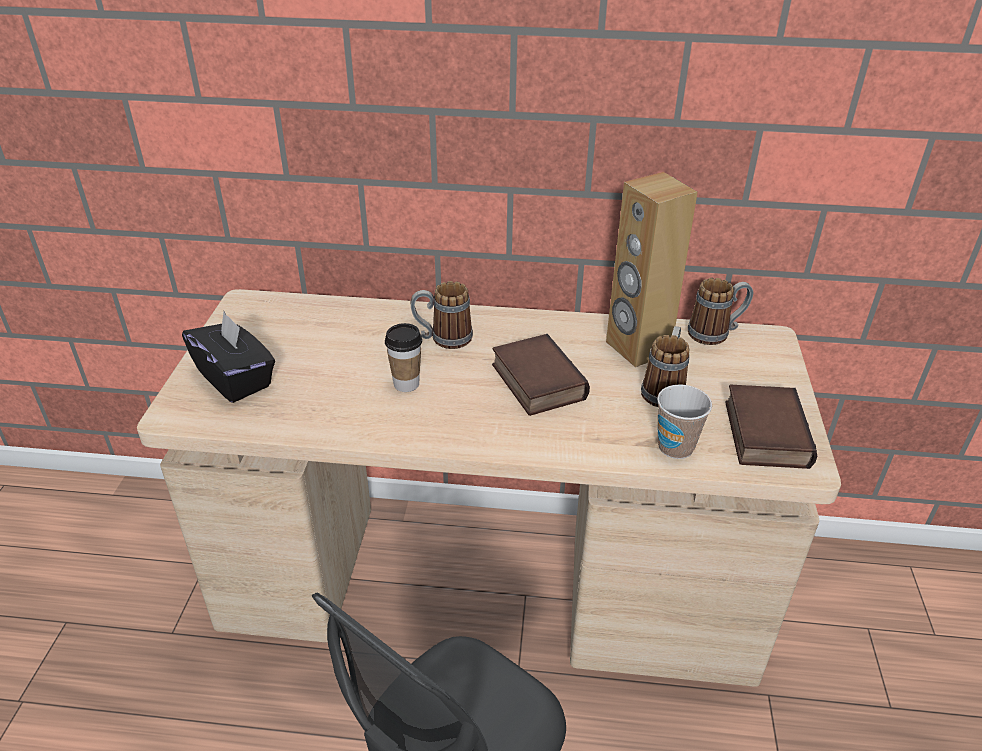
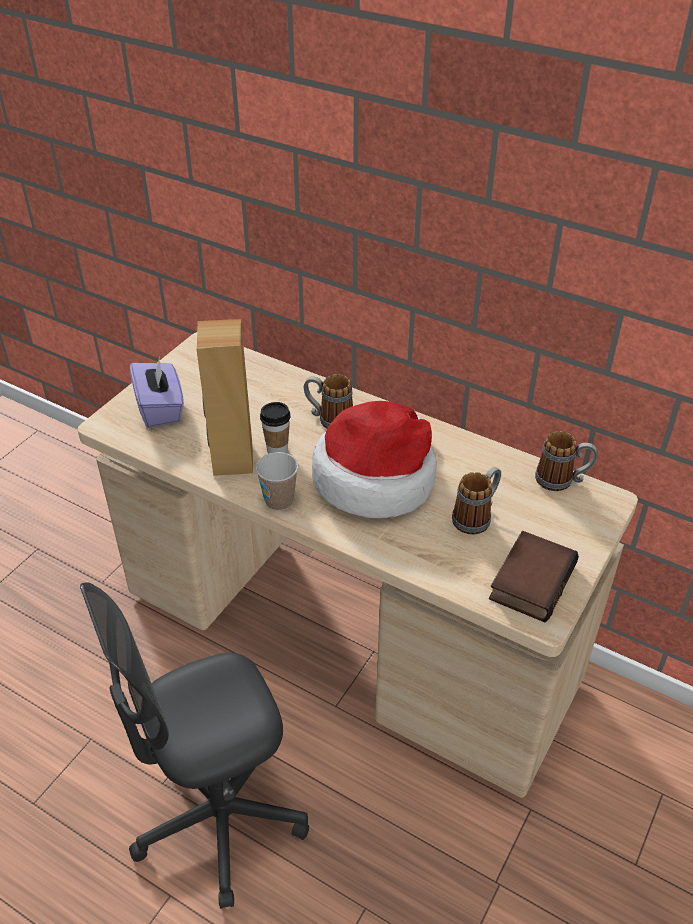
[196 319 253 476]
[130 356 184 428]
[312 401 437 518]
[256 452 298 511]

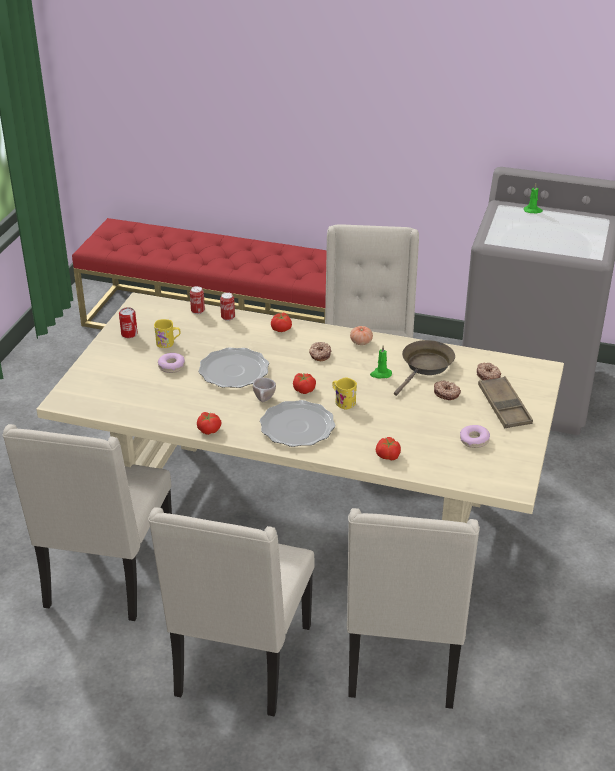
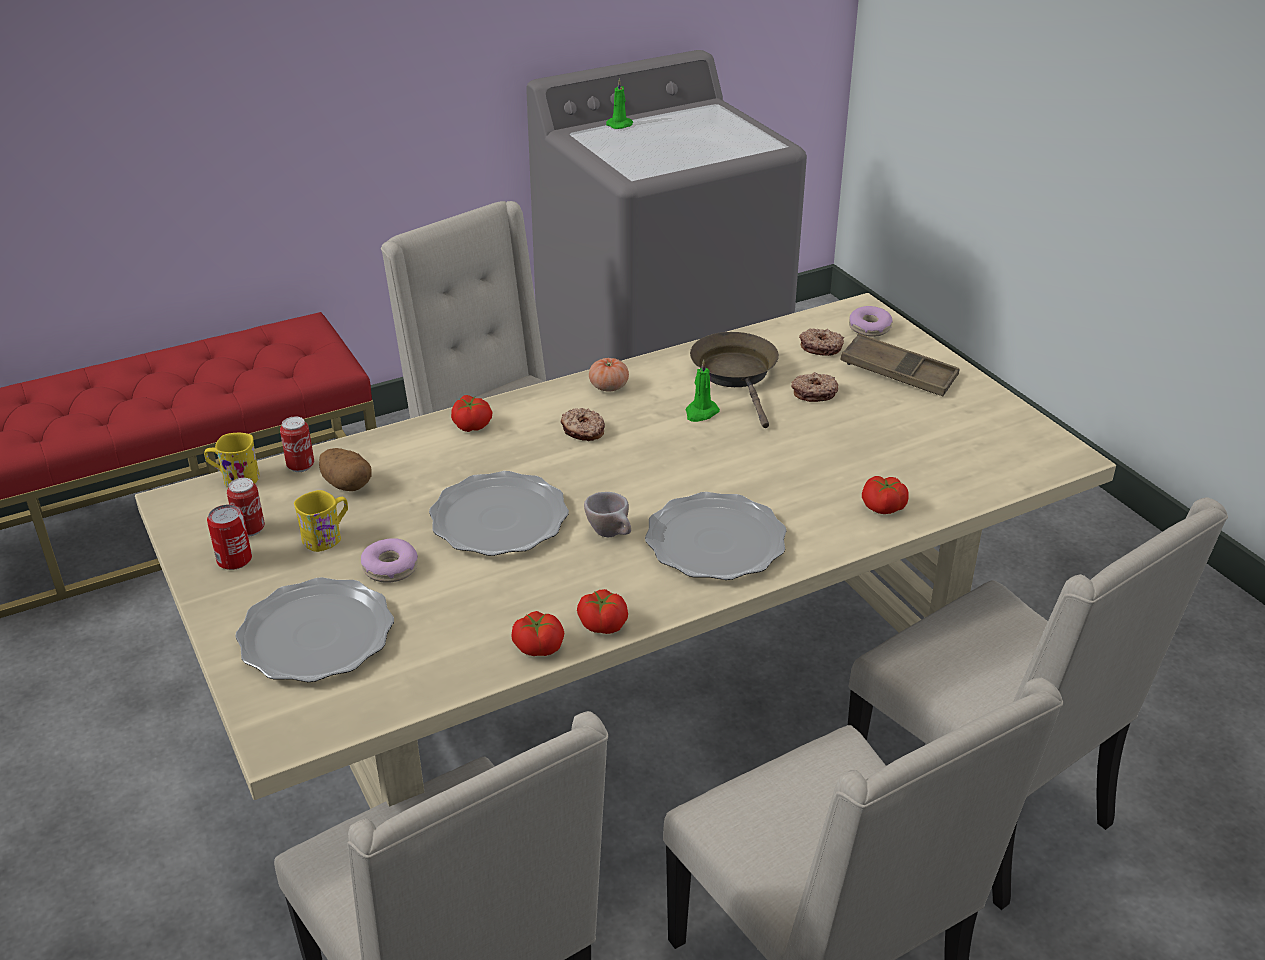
[227 478 265 537]
[511 611 564 656]
[204 433 259 487]
[849 306 893 337]
[319 448 371 491]
[235 577 394 682]

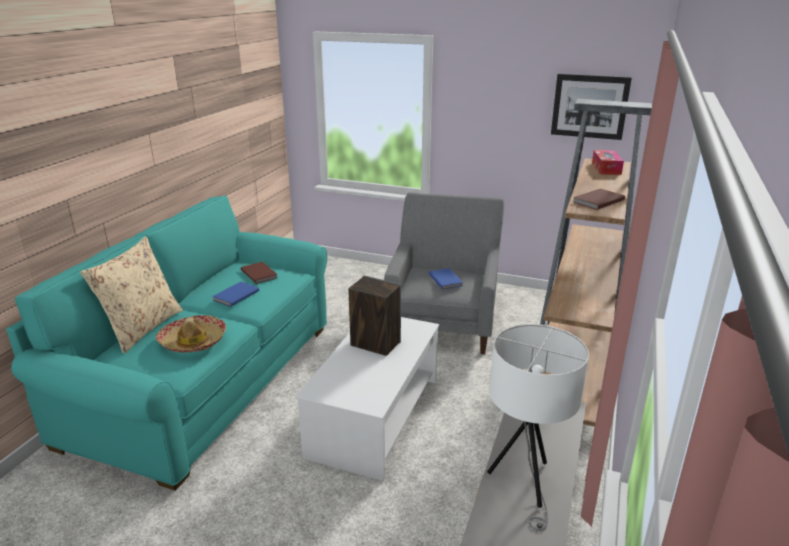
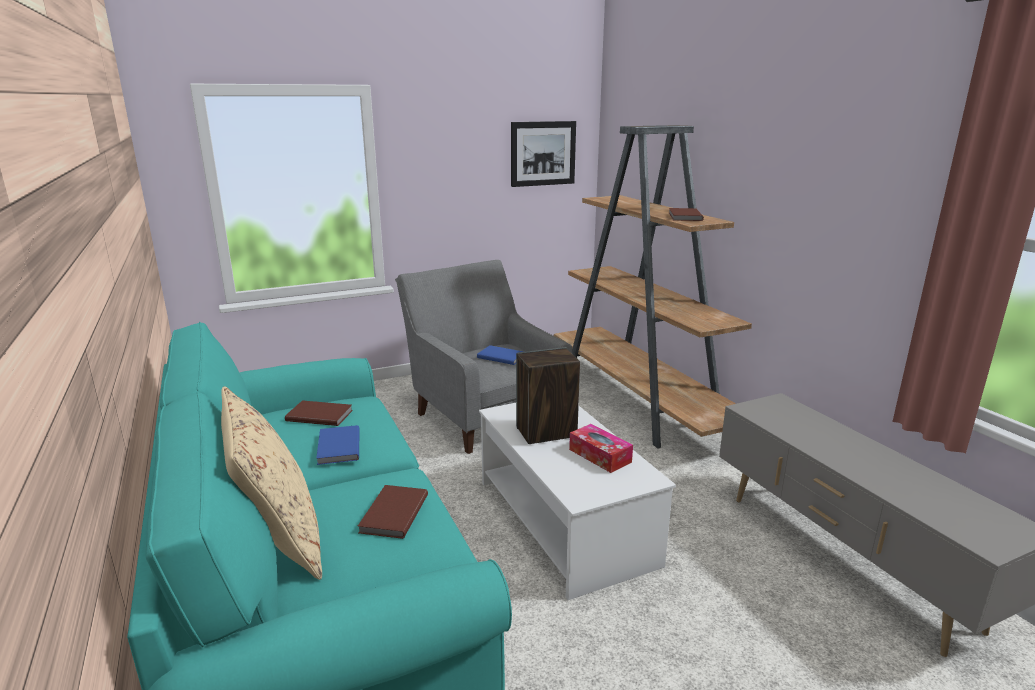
[569 424 633 473]
[358 485 428 539]
[487 324 589 531] (first image)

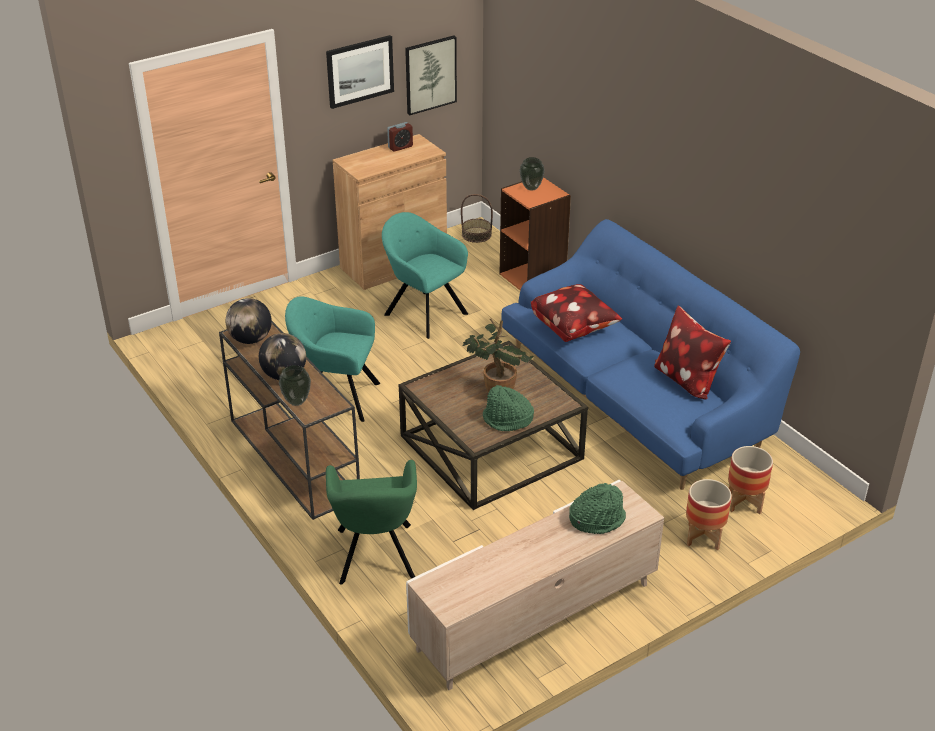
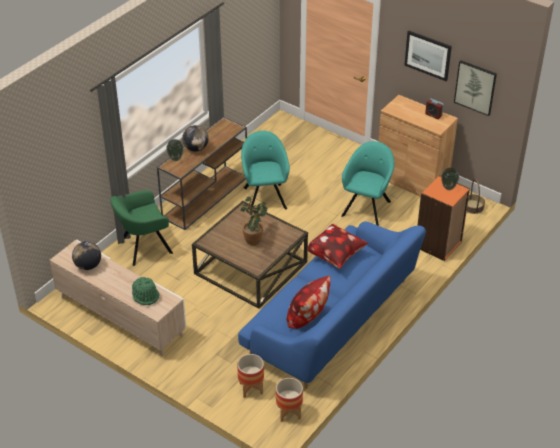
[72 241 101 270]
[483 385 534 431] (first image)
[276 378 303 422]

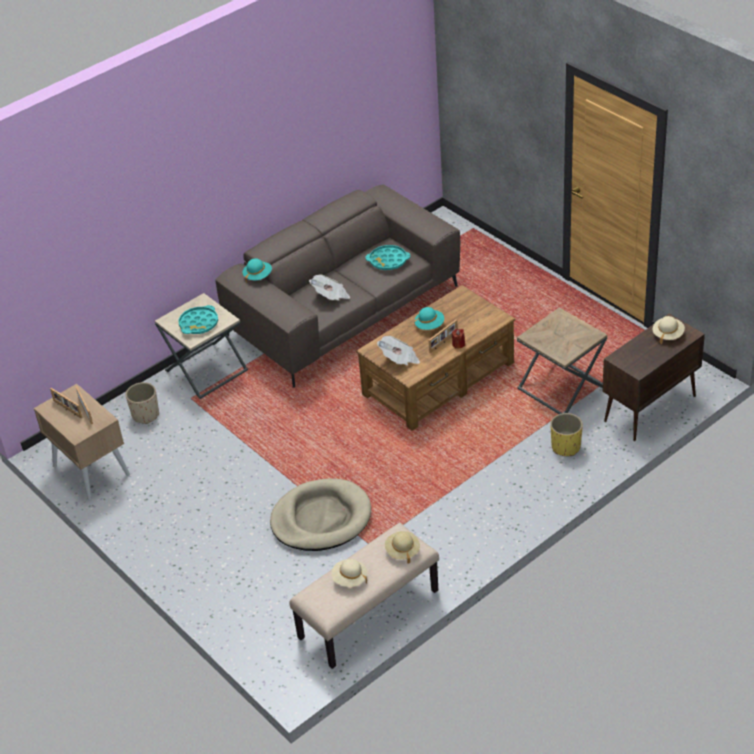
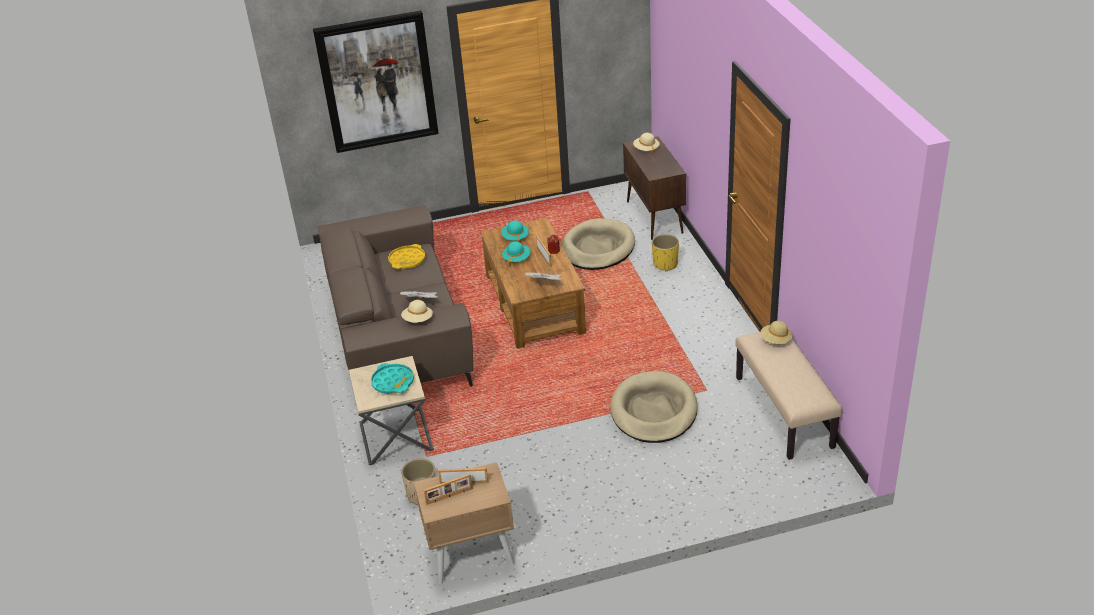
[388 244 425 269]
[501 220 529 242]
[561 218 635 270]
[401 300 433 323]
[313 11 439 153]

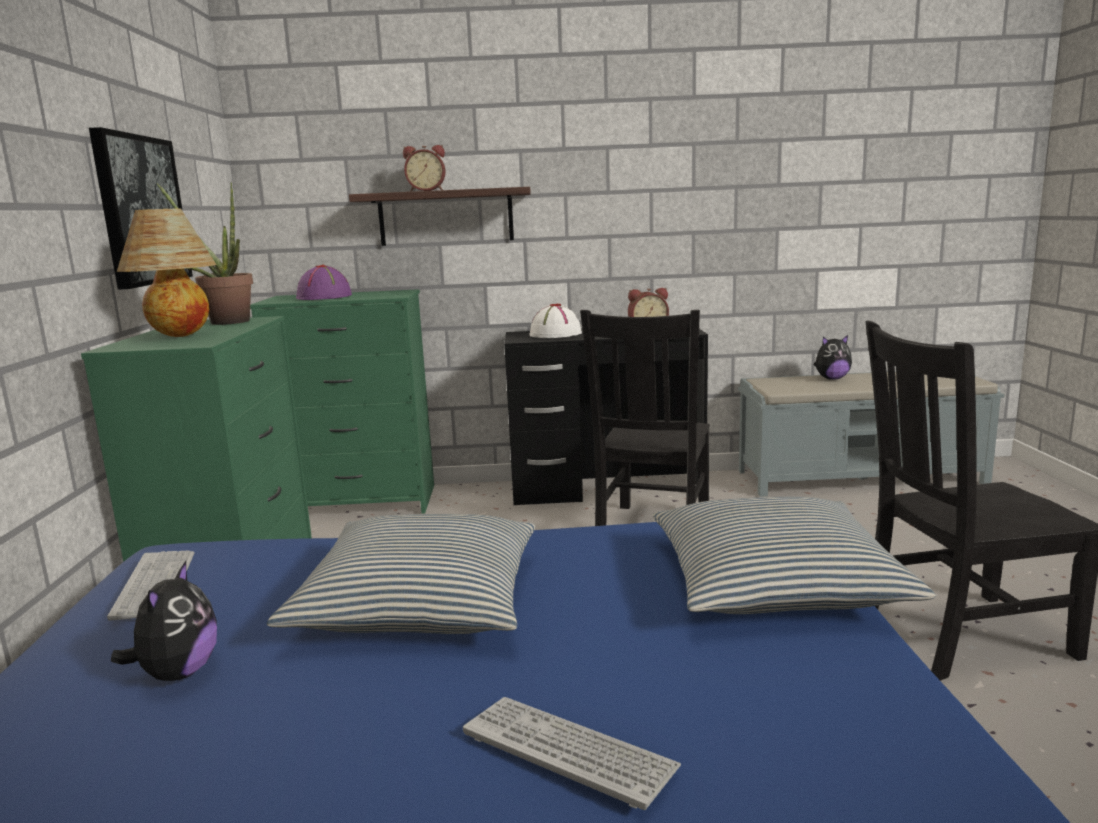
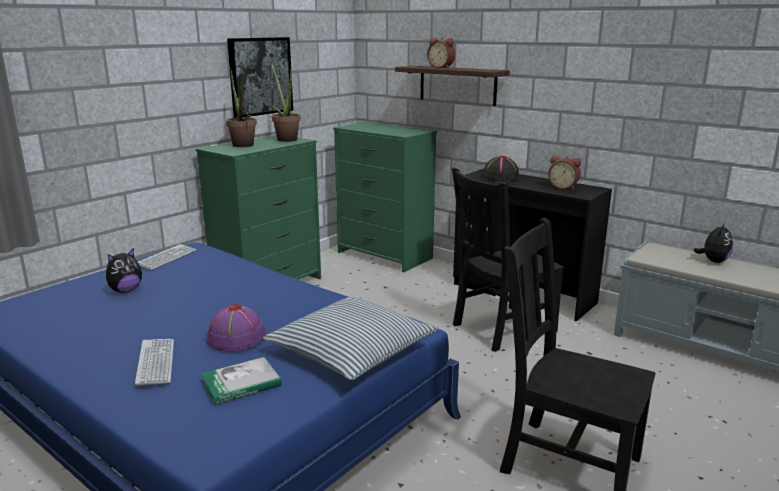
[226 67 257 147]
[207 304 266 351]
[482 156 519 181]
[694 223 733 263]
[267 514 535 634] (first image)
[201 357 282 405]

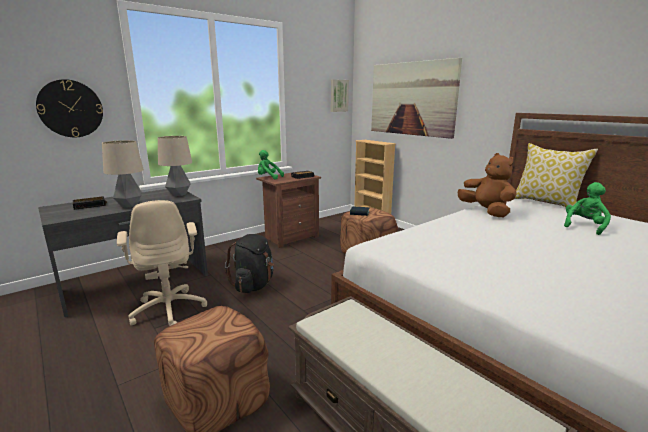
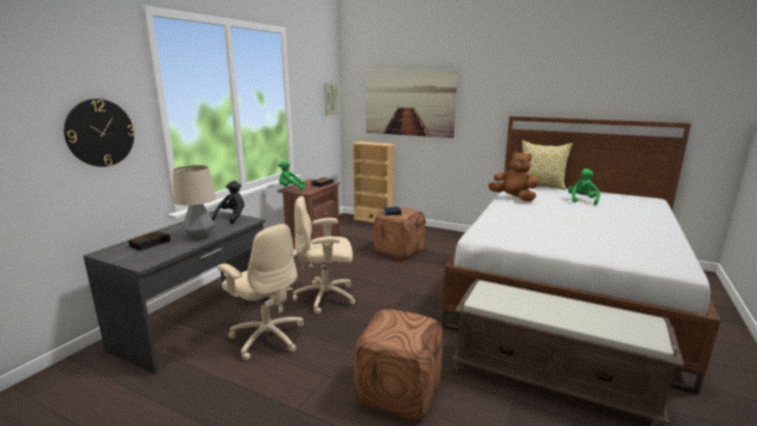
[212 181 244 224]
[293 196 356 314]

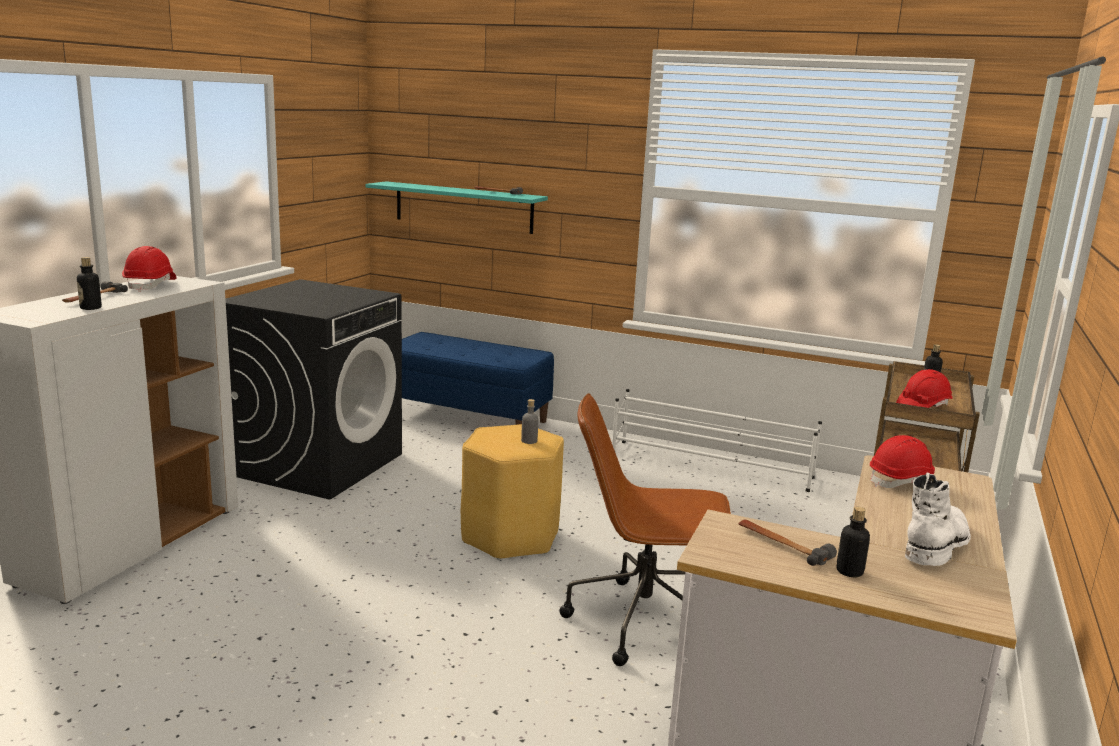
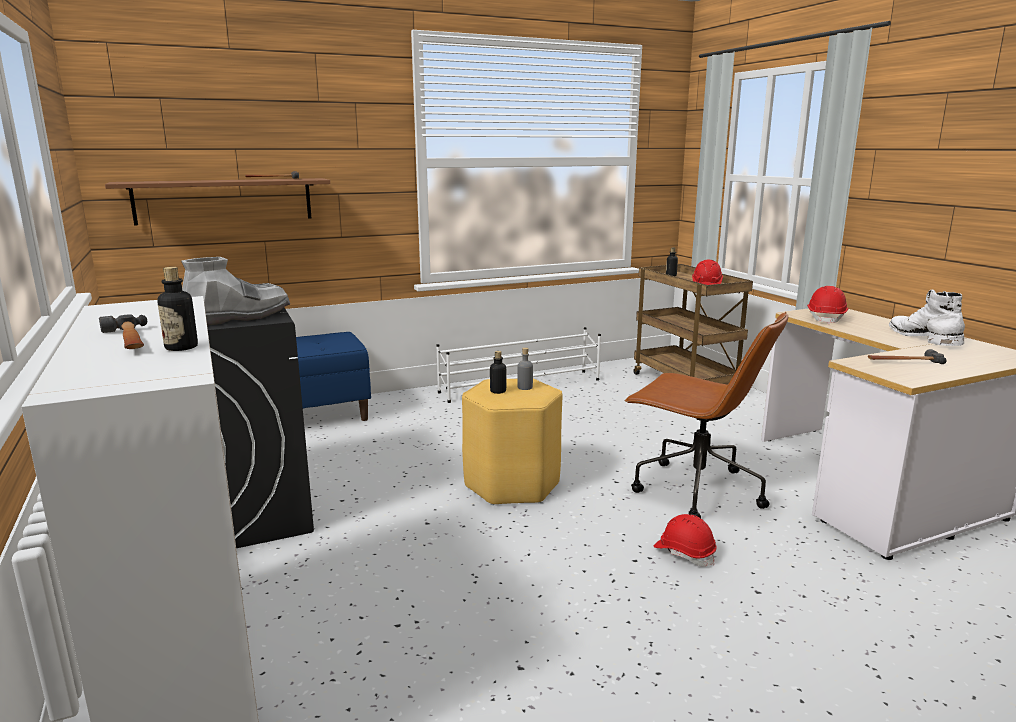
[105 178 330 225]
[654 514 717 567]
[624 312 788 518]
[490 351 506 394]
[181 257 290 326]

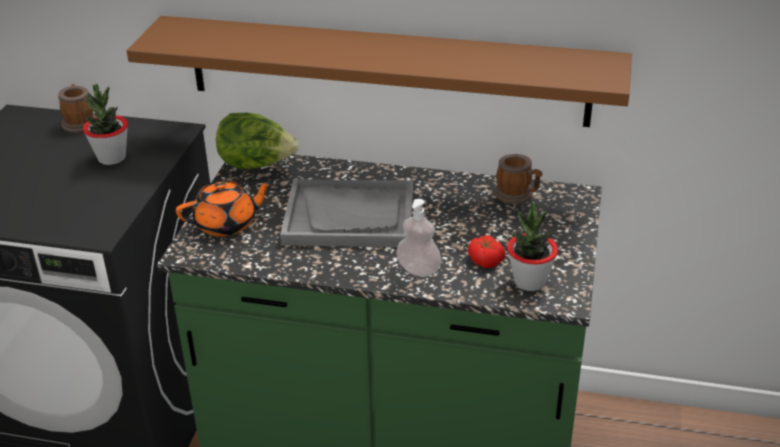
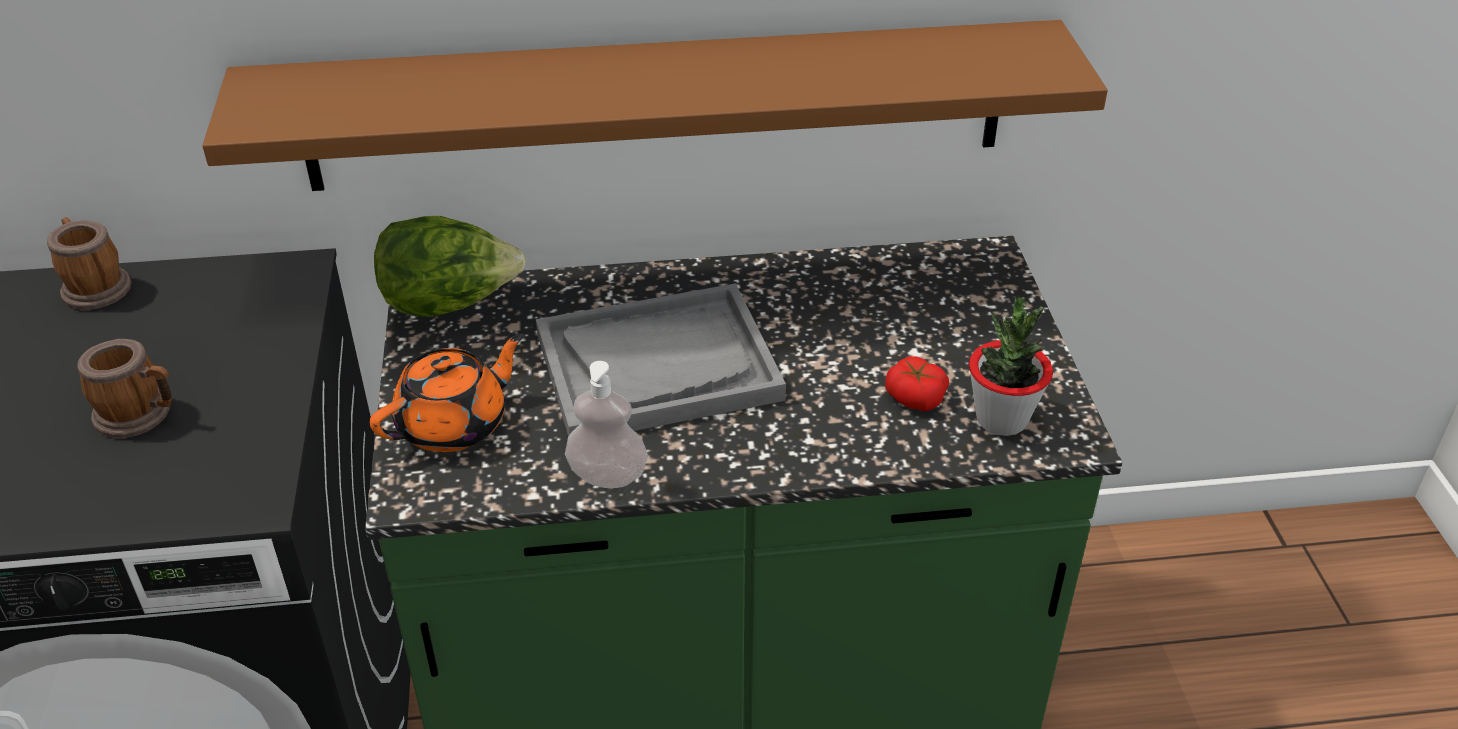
[83 84 128 165] (first image)
[77 339 172 438]
[565 361 648 488]

